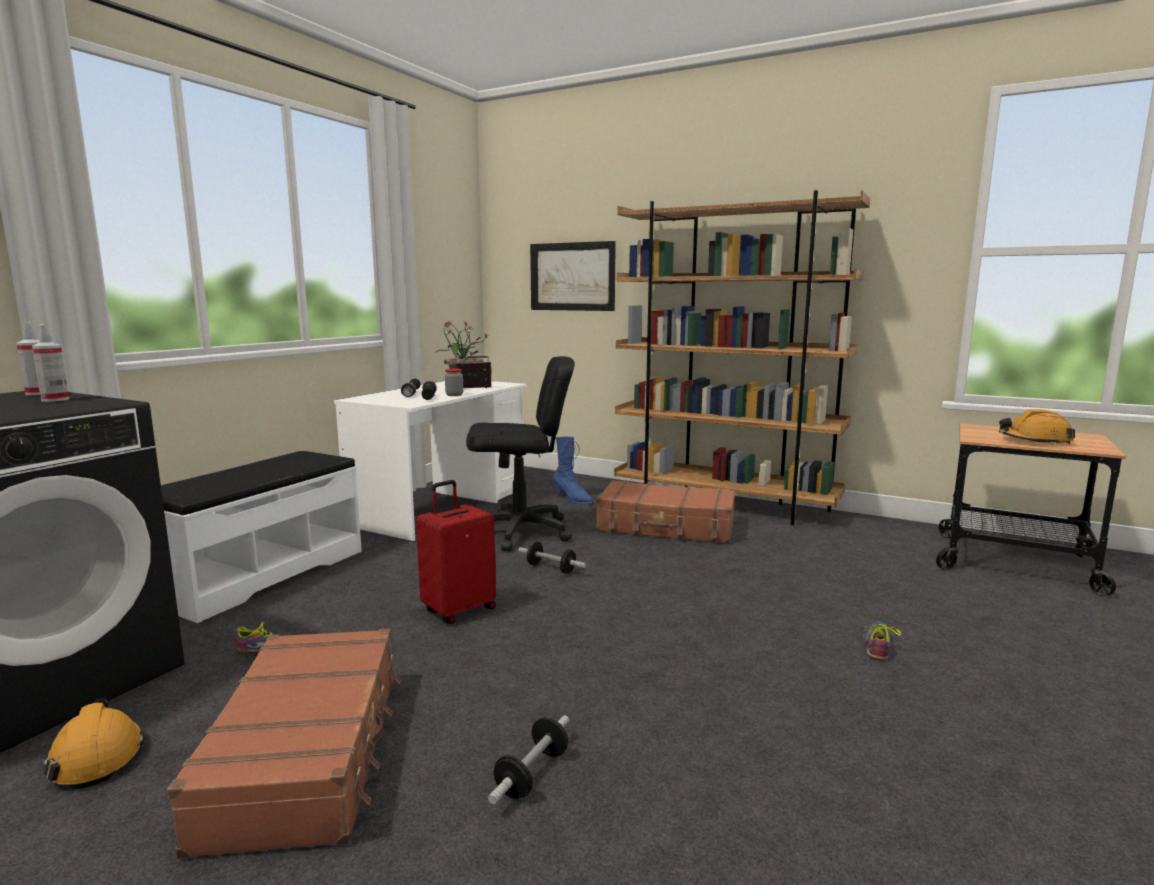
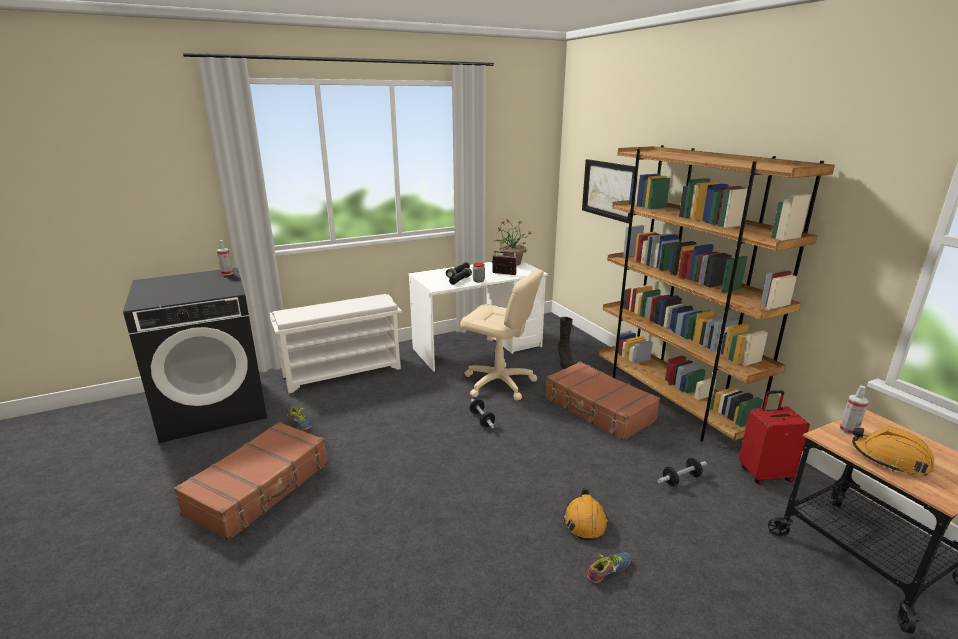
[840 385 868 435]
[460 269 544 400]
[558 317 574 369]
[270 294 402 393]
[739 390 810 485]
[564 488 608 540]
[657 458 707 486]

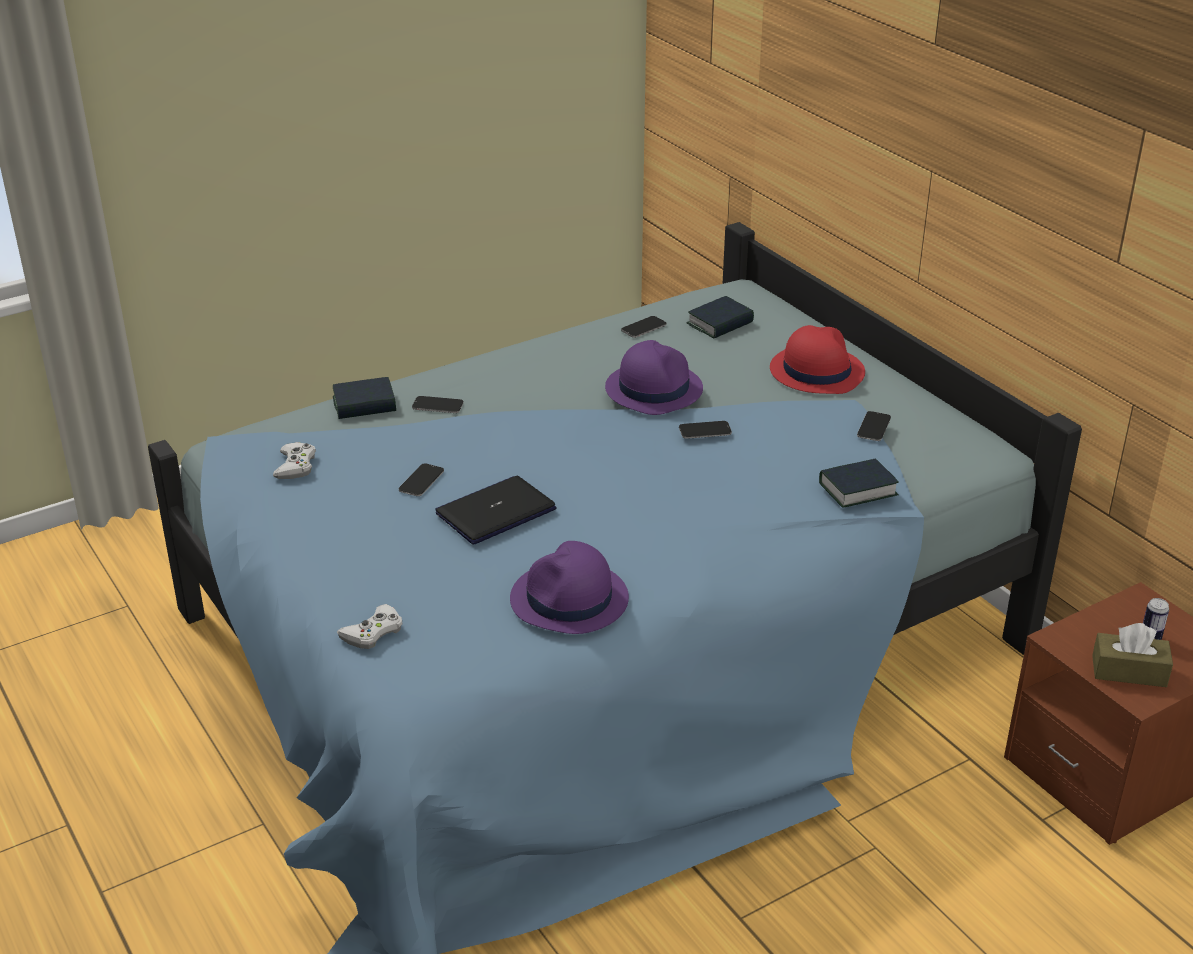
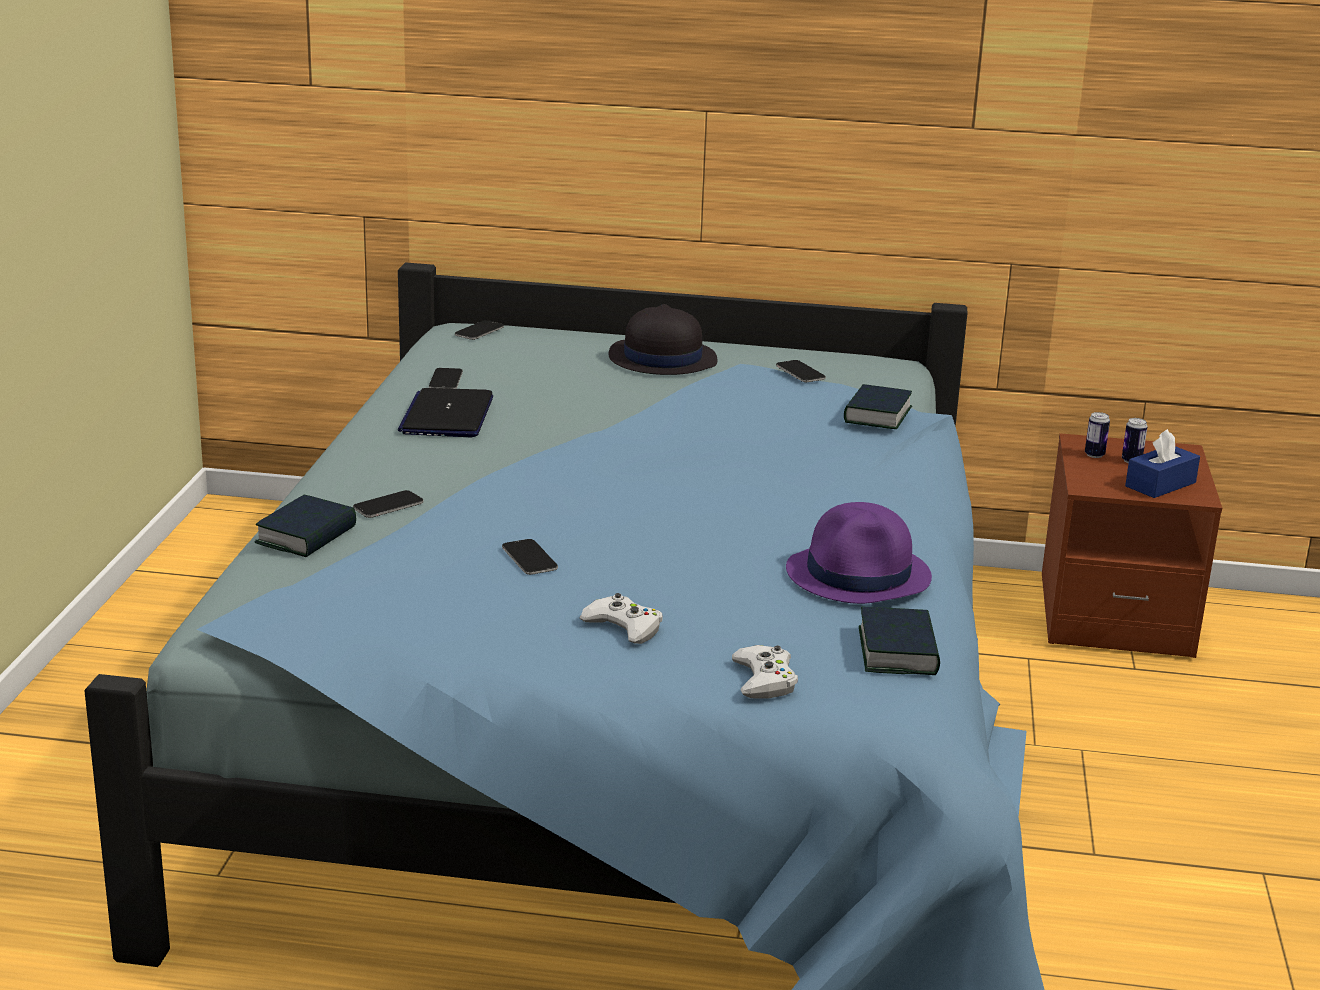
[859 607 940 675]
[608 304 717 375]
[605 340 703 415] (first image)
[455 320 504 340]
[579 593 663 644]
[398 388 493 438]
[1125 429 1200 498]
[1085 412 1110 458]

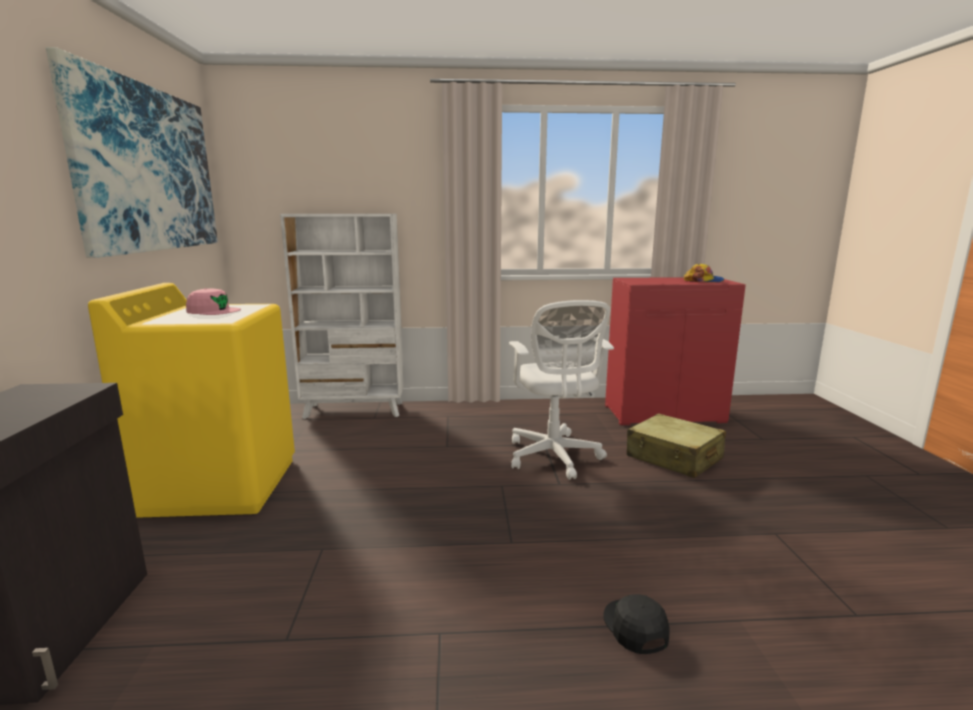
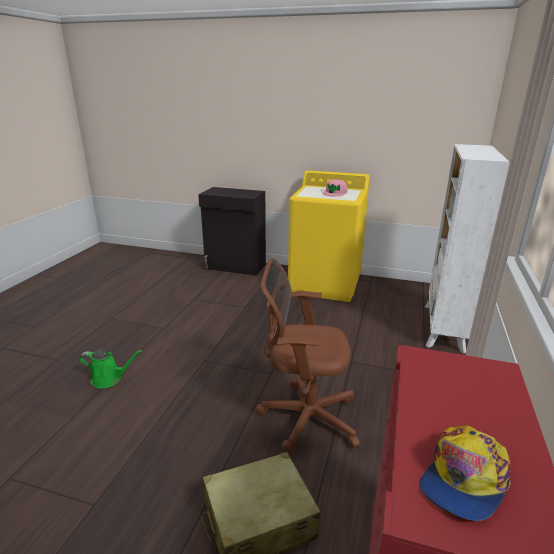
[46 47 218 258] (first image)
[256 258 360 452]
[79 349 142 389]

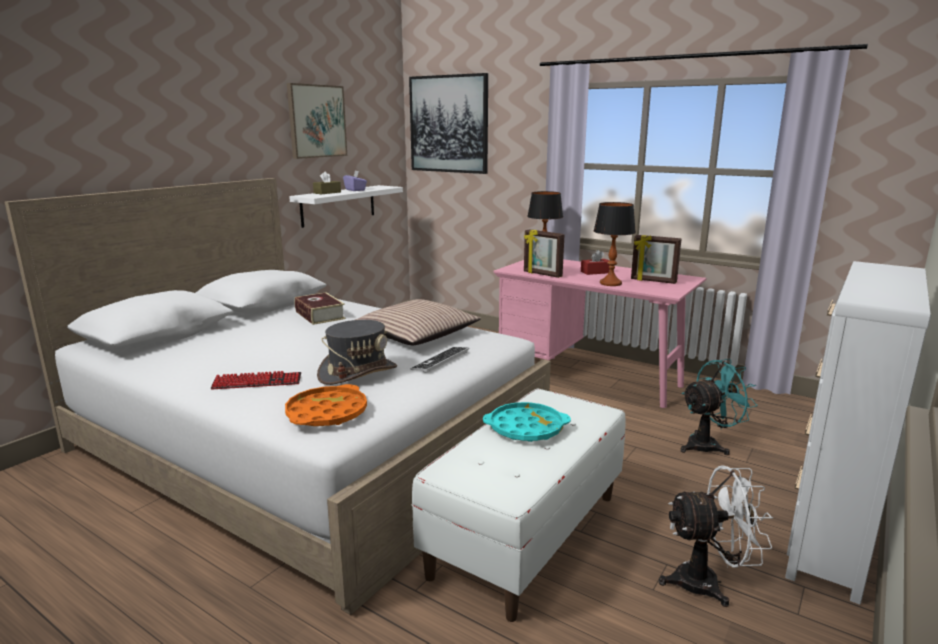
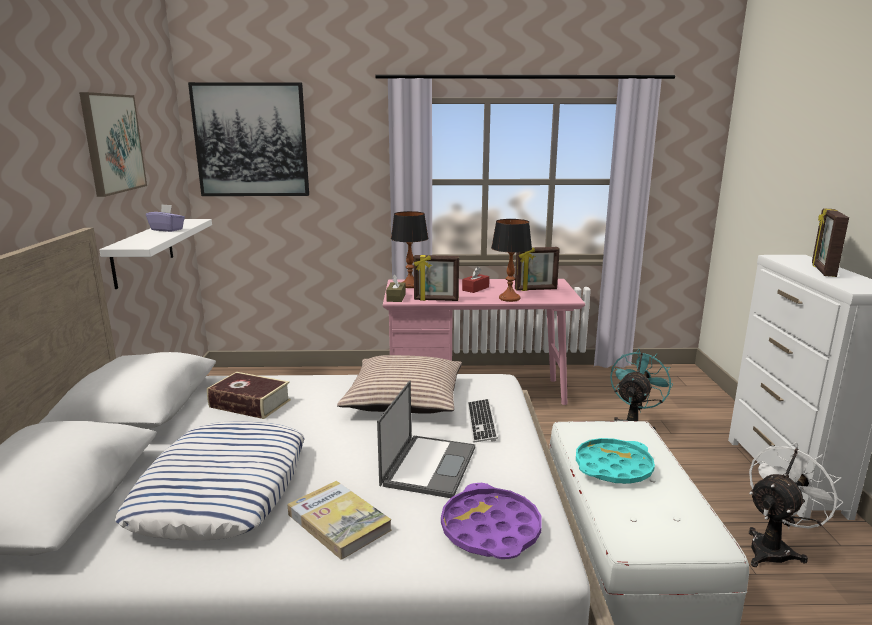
[386 274 406 302]
[377 381 475 498]
[287 481 392 560]
[441 483 542 559]
[812 208 849 277]
[115 421 305 541]

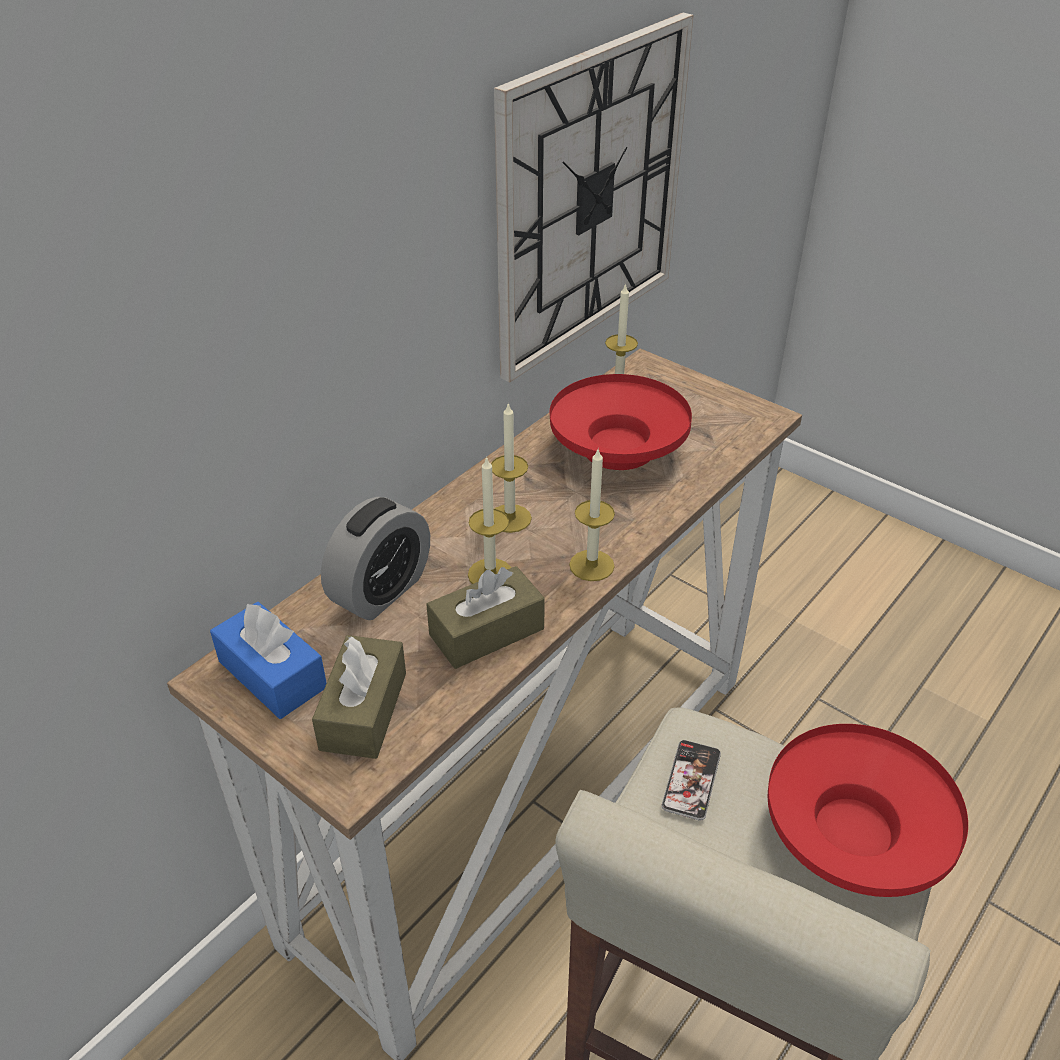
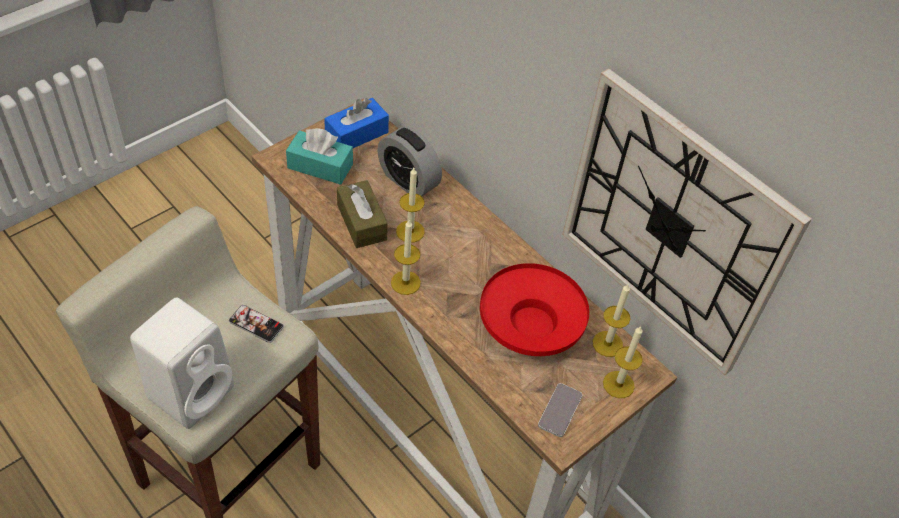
[603 326 643 398]
[286 128 353 185]
[130 297 234 429]
[538 383 582 437]

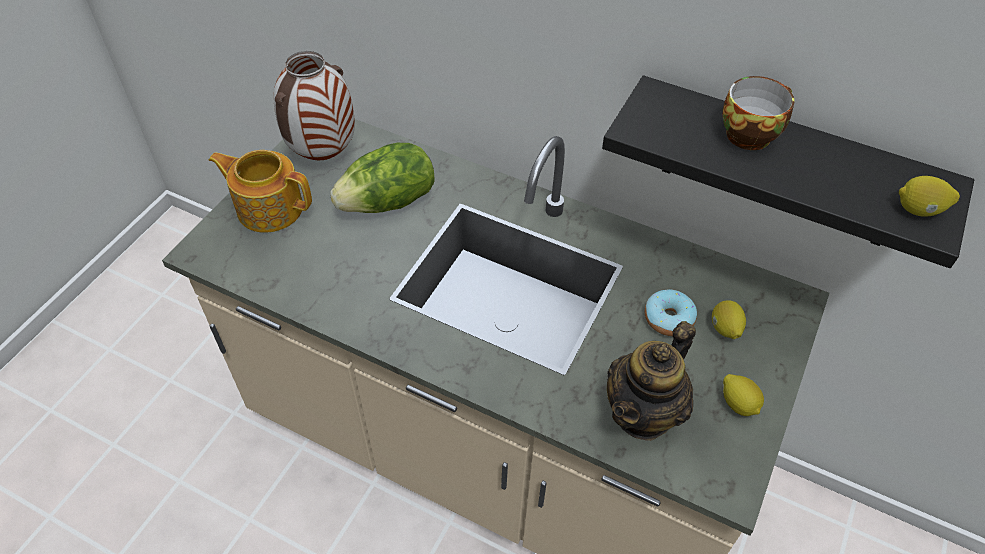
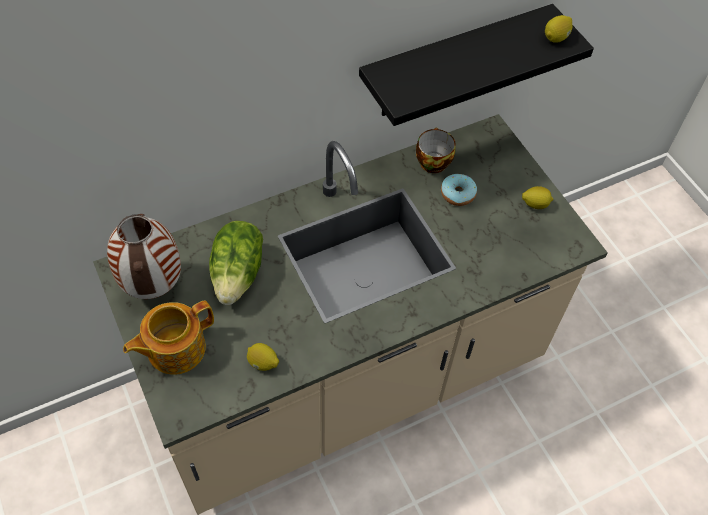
[416 127 456 173]
[247 343 279 371]
[607 321 696 441] (first image)

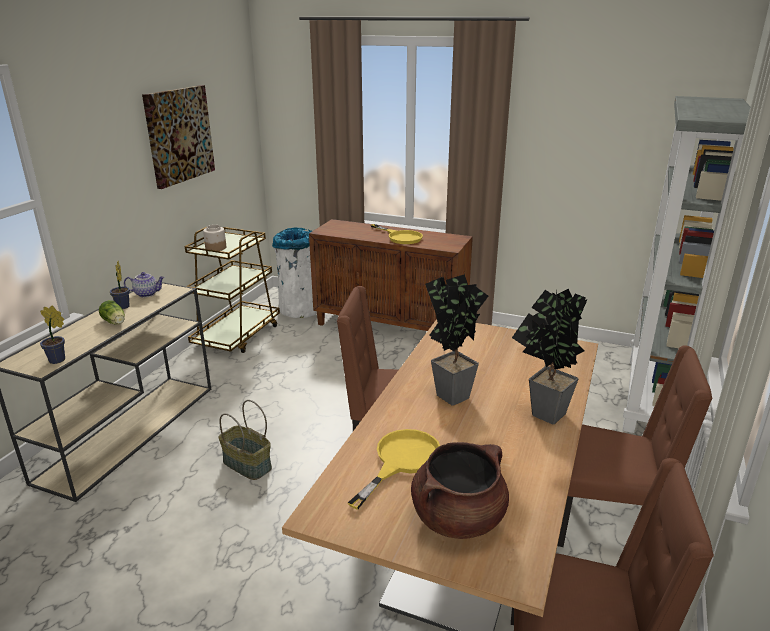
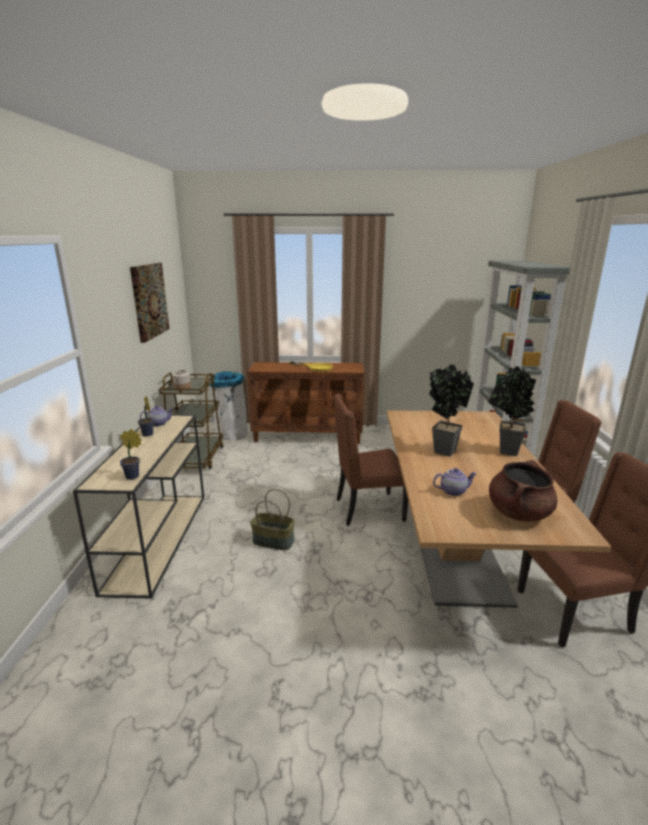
[99 300 125 324] (first image)
[433 468 477 496]

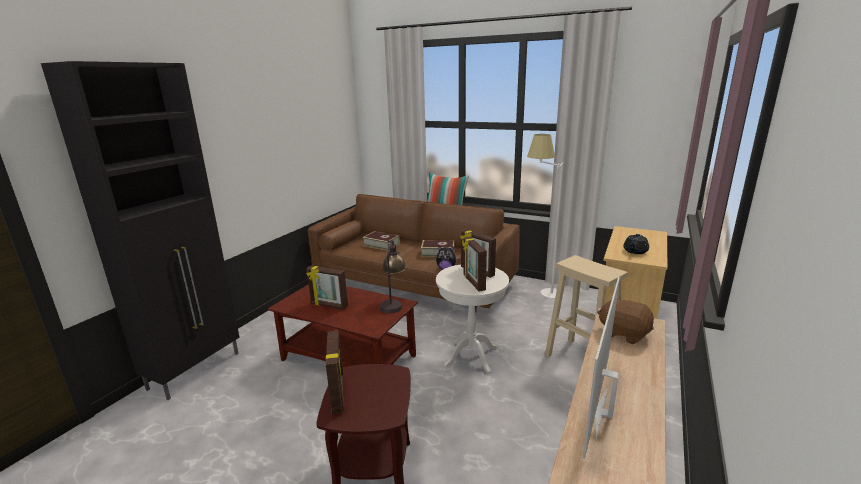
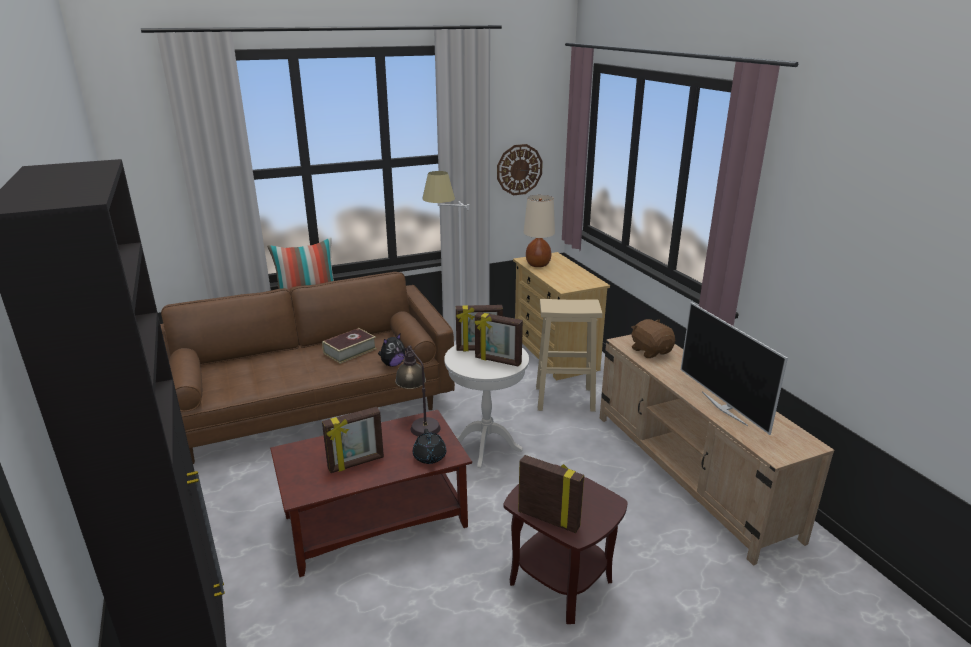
[363 231 400 251] (first image)
[413 429 446 464]
[631 319 675 358]
[497 144 543 195]
[523 195 555 267]

